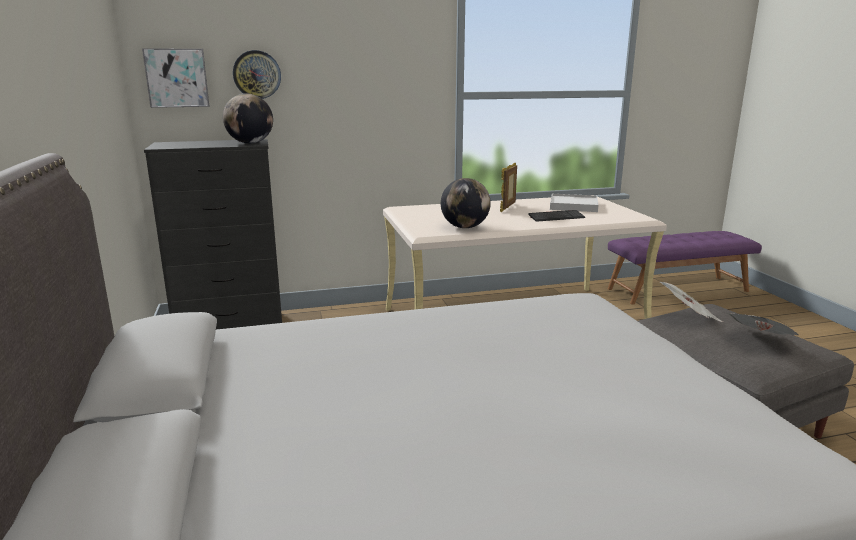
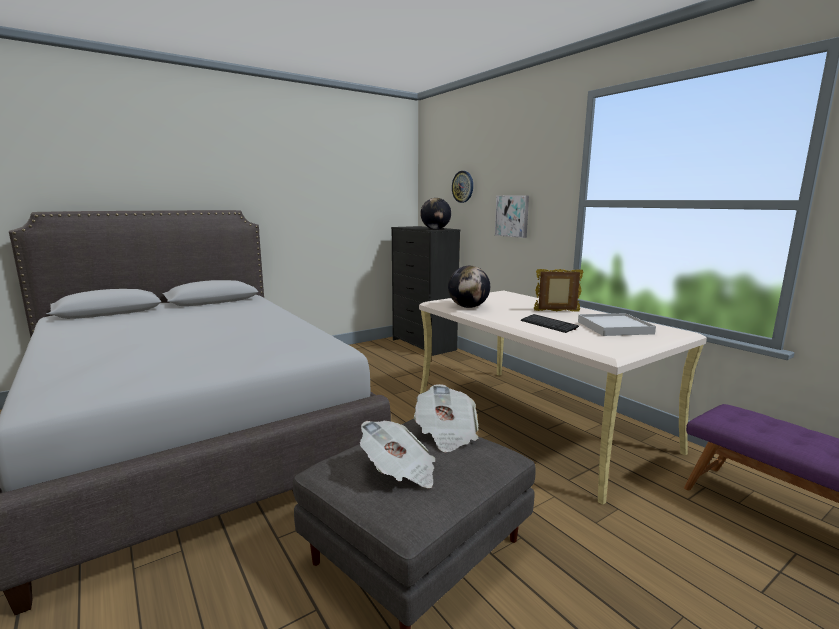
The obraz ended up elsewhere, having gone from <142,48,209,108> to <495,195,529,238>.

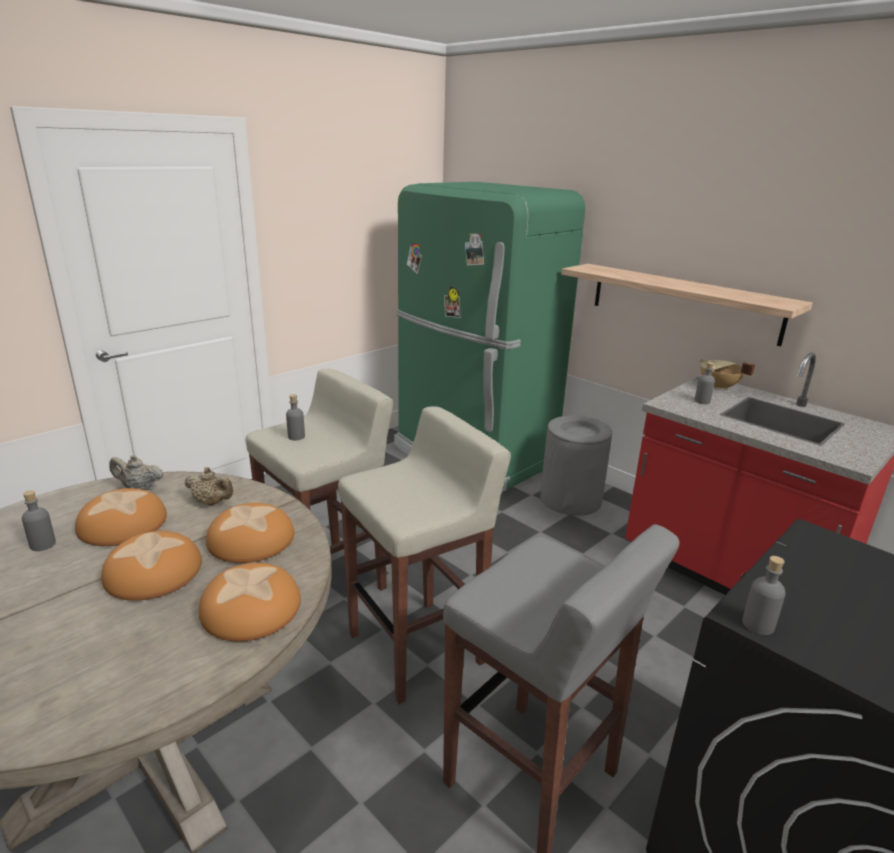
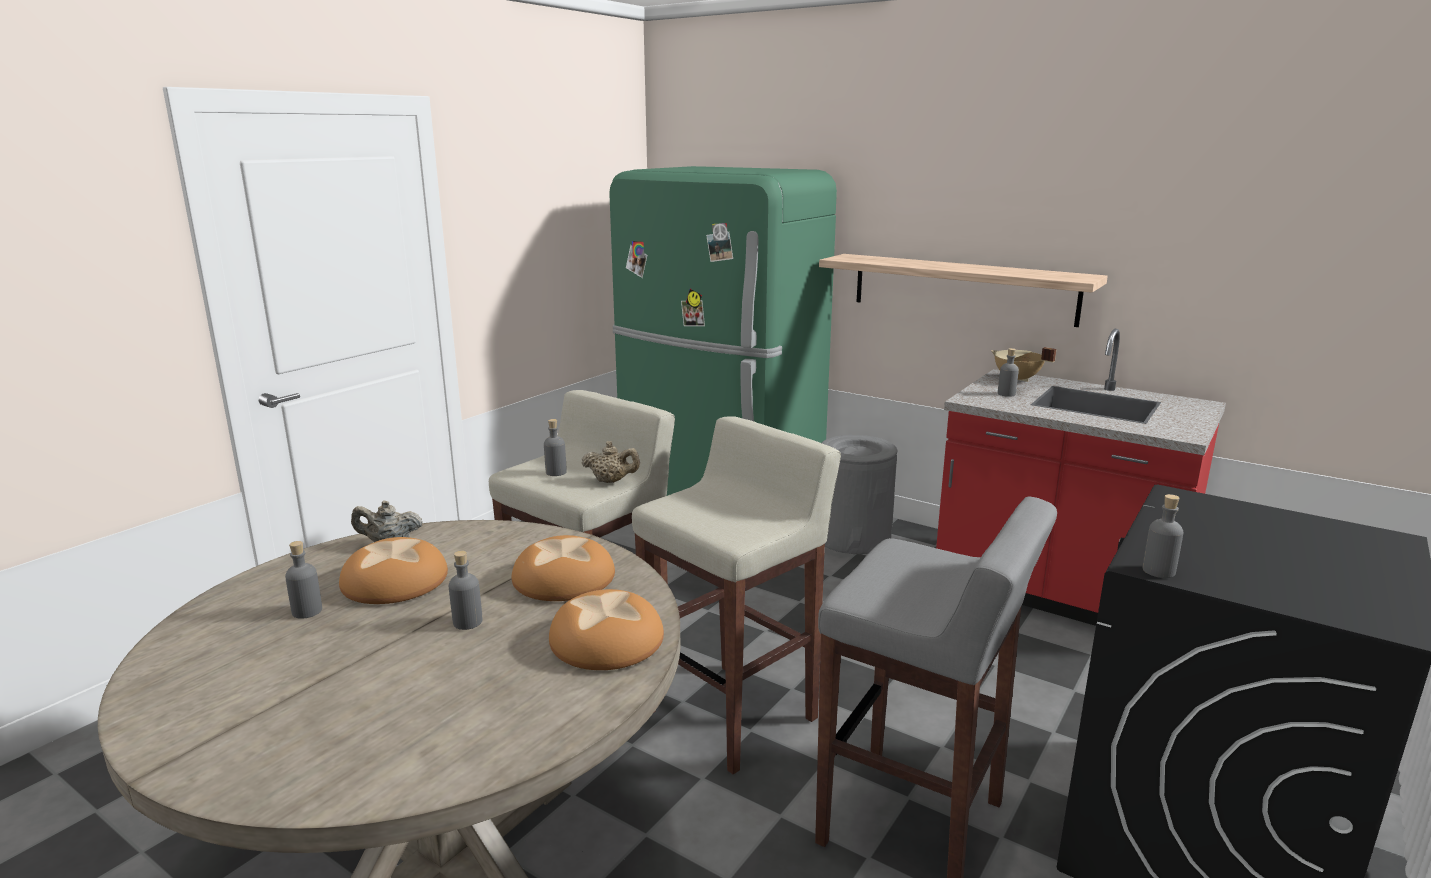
The imbryk/beżowy ended up elsewhere, having gone from <185,467,233,505> to <582,441,640,483>.
Where the chleb stood at <101,531,202,601>, the butelka/szary came to stand at <449,551,483,630>.

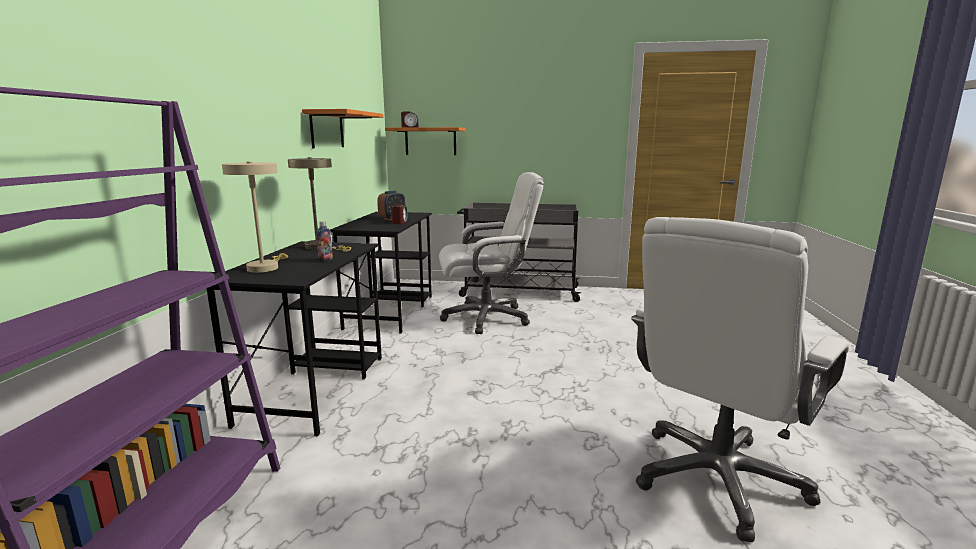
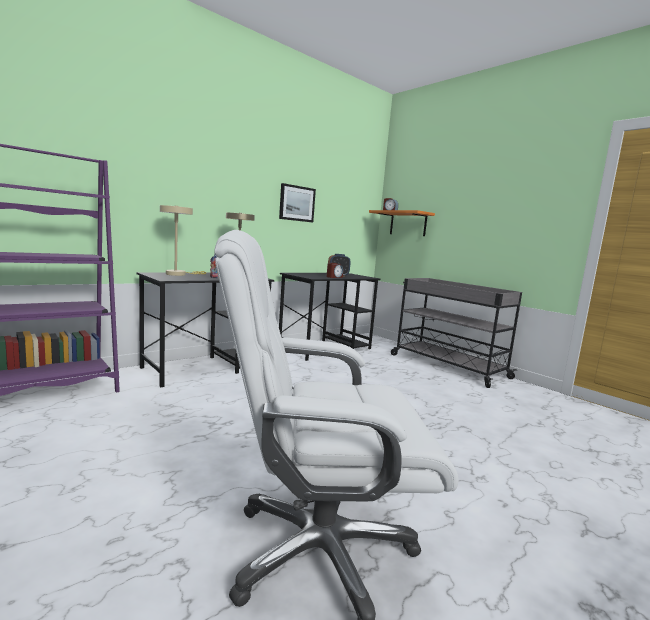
The second view lost the krzesło biurowe/biały at <439,172,544,334>.
Where the półka/pomarańczowy hung at <302,109,383,148>, the obraz came to hang at <279,183,316,222>.

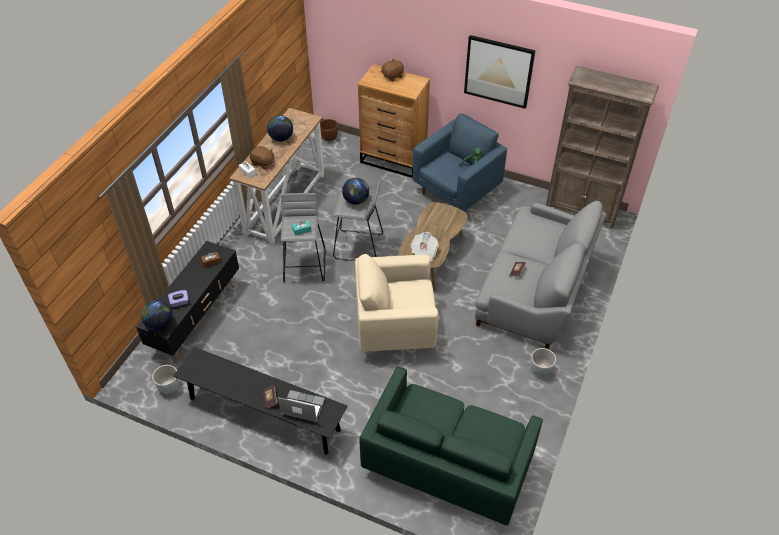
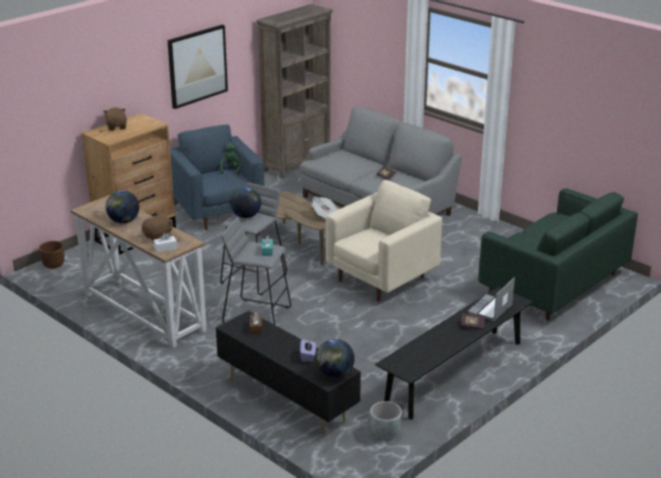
The second view lost the donica/szary at <531,348,556,377>.
The fotel/beżowy at <355,254,439,352> ended up facing another way, 150 degrees counterclockwise from before.

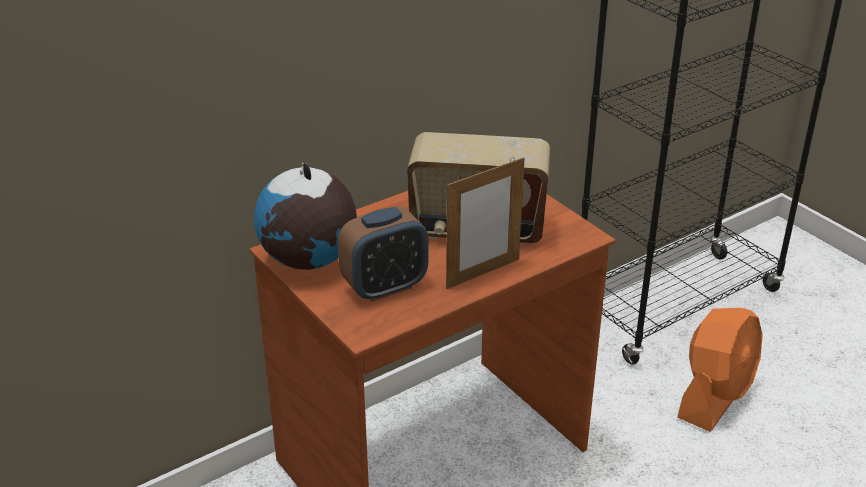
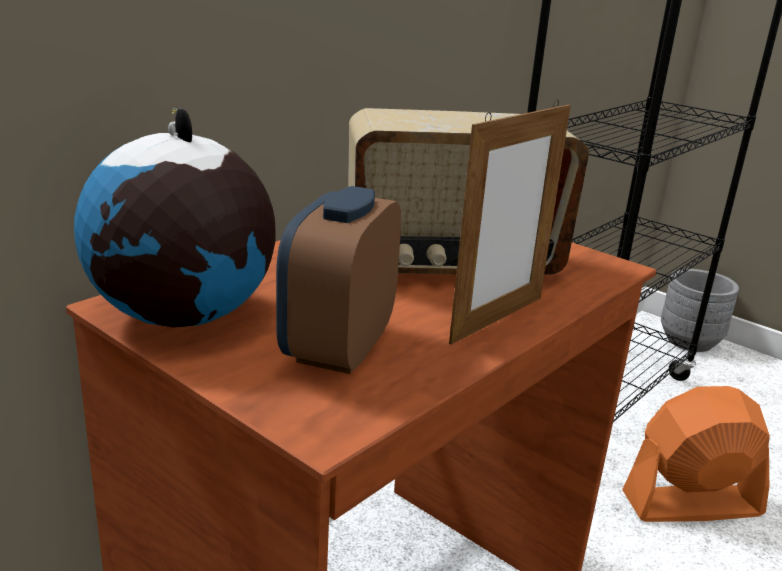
The second view gained the donica/szary at <661,269,739,352>.
The budzik at <338,206,428,302> ended up facing another way, 150 degrees clockwise from before.
The wentylator/pomarańczowy at <677,308,763,432> ended up facing another way, 120 degrees counterclockwise from before.

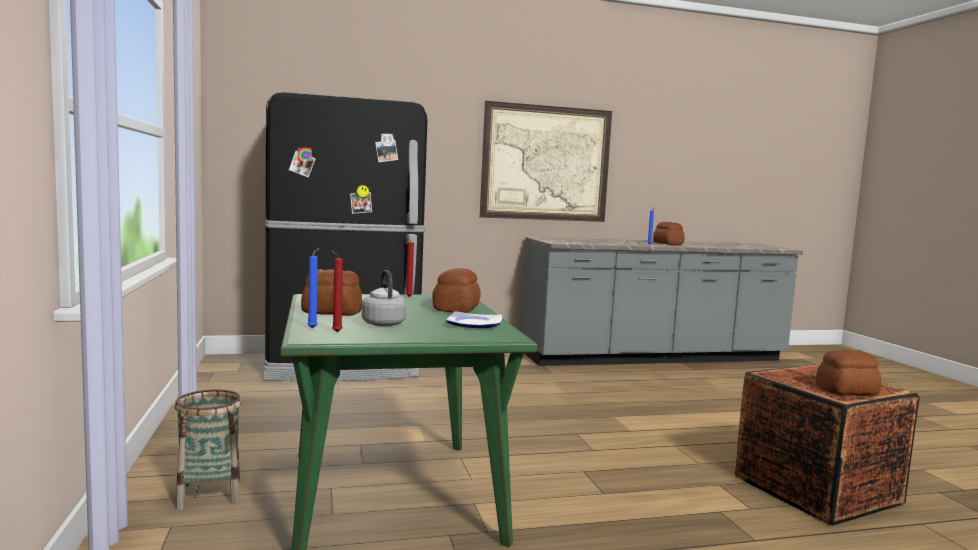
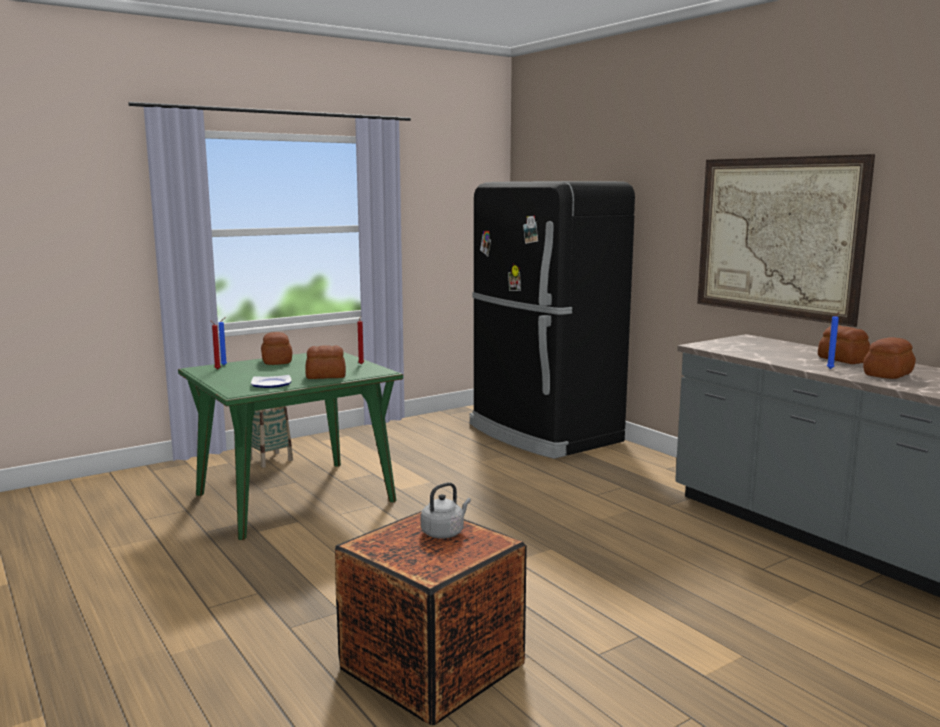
The czajnik/szary ended up elsewhere, having gone from <362,270,406,327> to <421,482,471,539>.
The chleb ended up elsewhere, having gone from <816,351,882,395> to <818,325,870,364>.

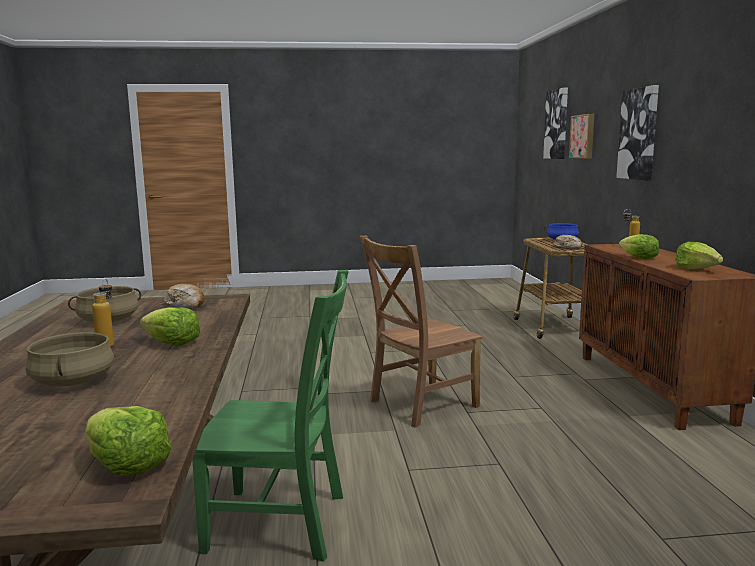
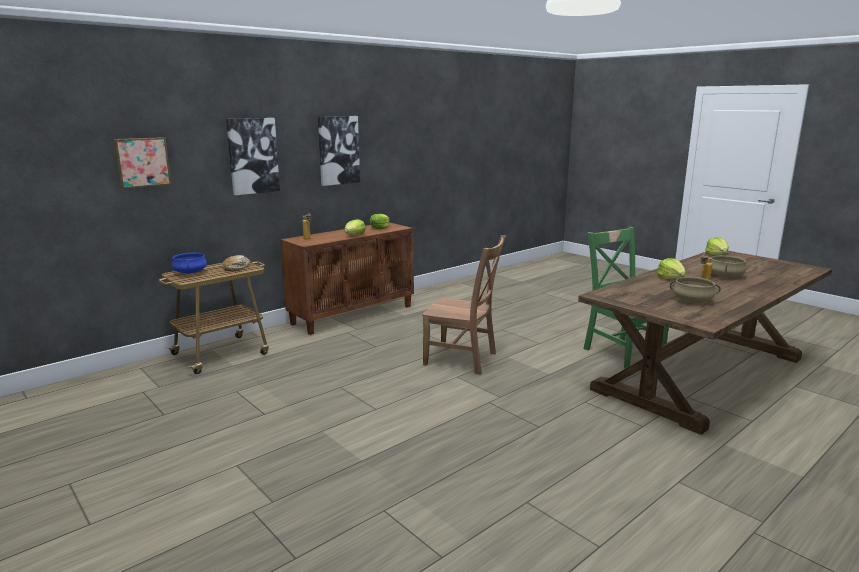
The second view lost the chleb at <164,284,205,309>.
The obraz ended up elsewhere, having gone from <543,87,568,159> to <318,116,360,186>.

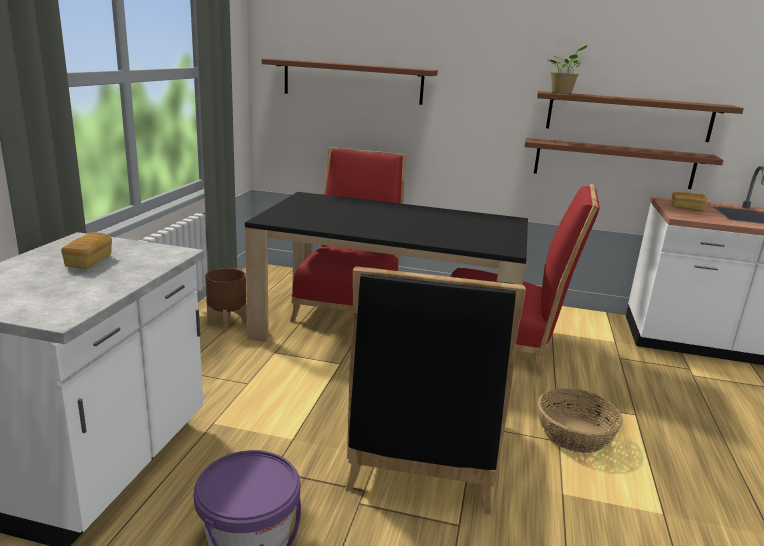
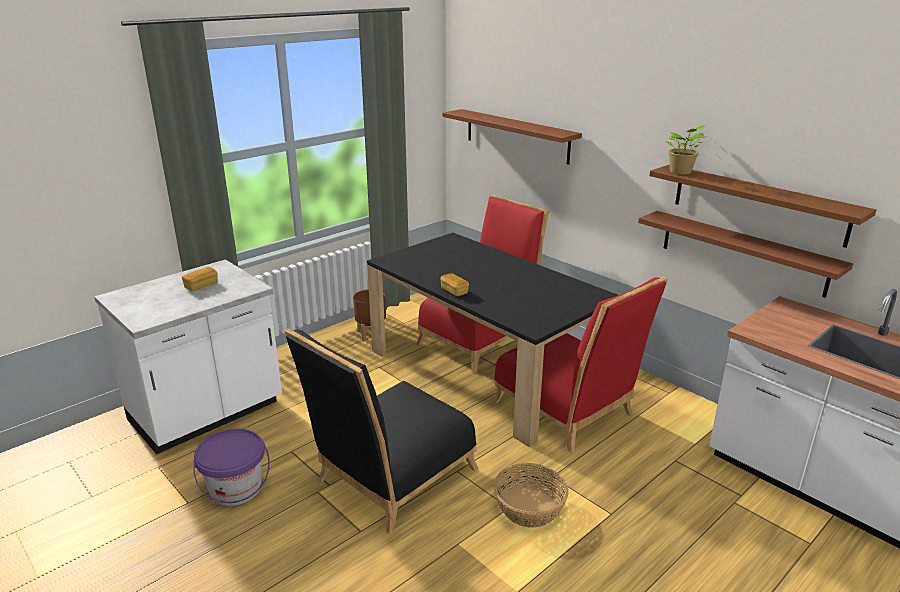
The chleb ended up elsewhere, having gone from <671,192,707,211> to <440,273,469,296>.

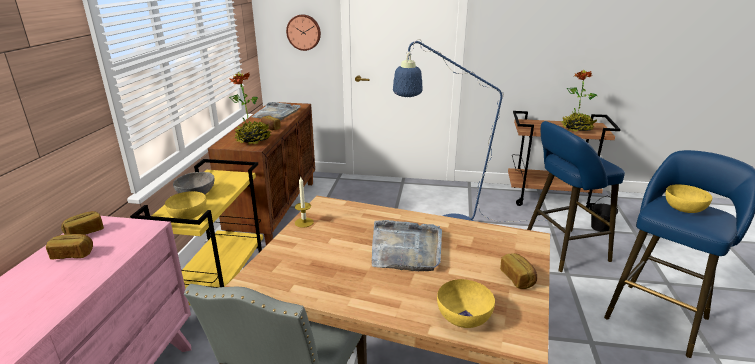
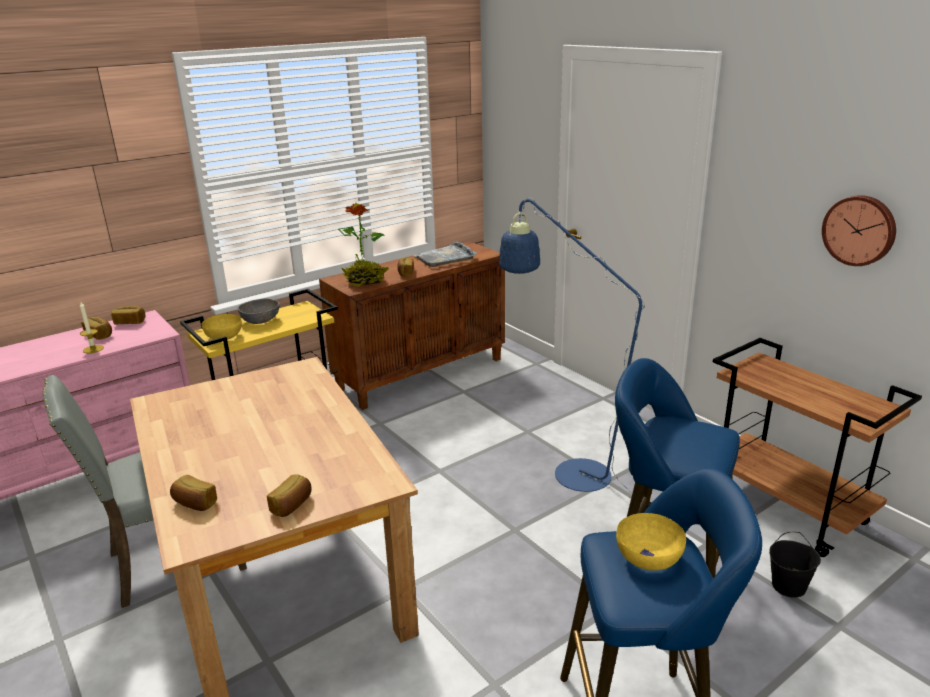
The second view lost the taca/szary at <372,220,442,271>.
The second view lost the roślina doniczkowa at <560,70,597,132>.
The zegar ścienny ended up elsewhere, having gone from <286,14,321,51> to <822,195,896,266>.
The świeca ended up elsewhere, having gone from <295,177,314,228> to <80,302,104,354>.
Where the miska/żółty stood at <437,279,495,328>, the chleb came to stand at <170,475,217,511>.

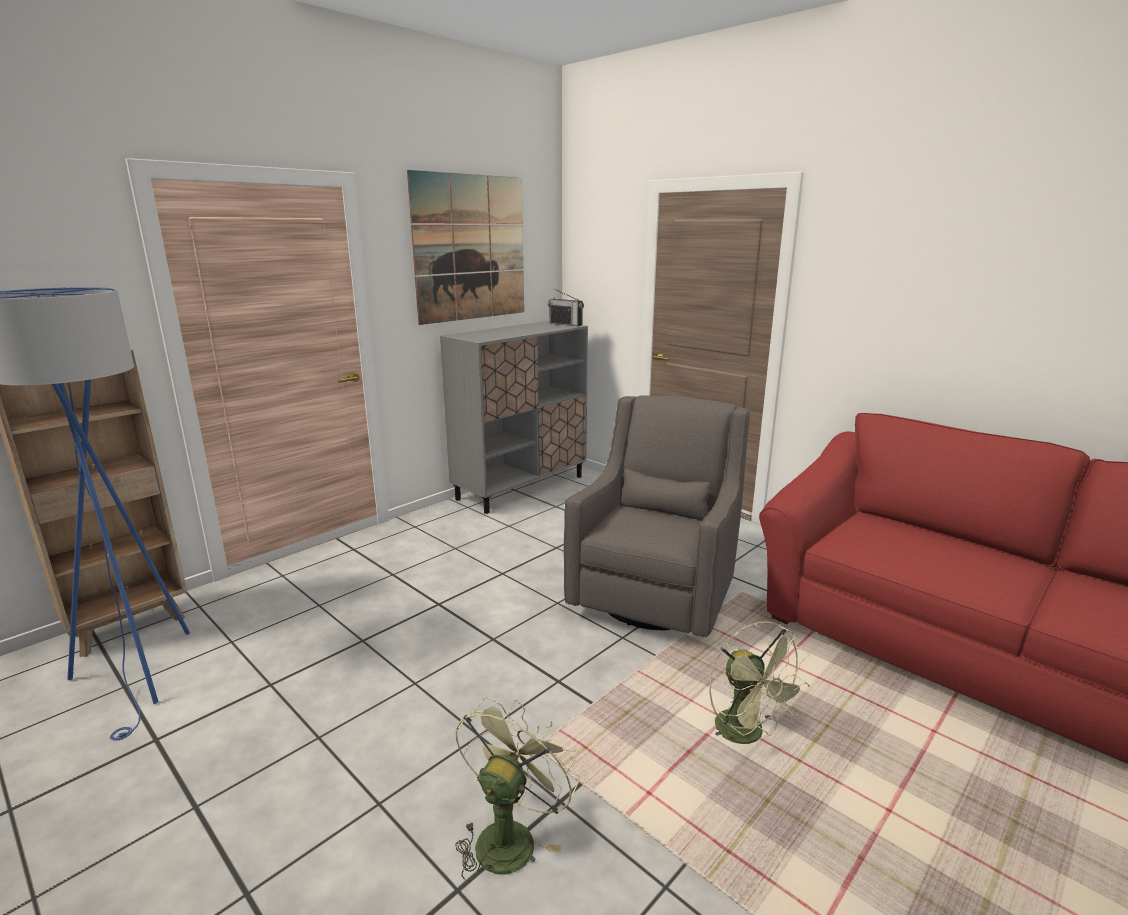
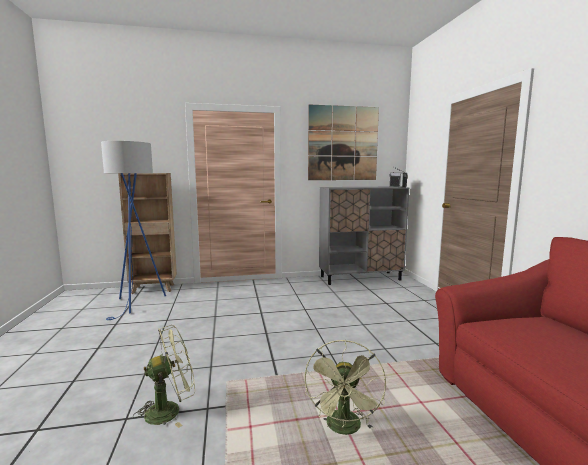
The second view lost the fotel/szary at <564,395,750,637>.

